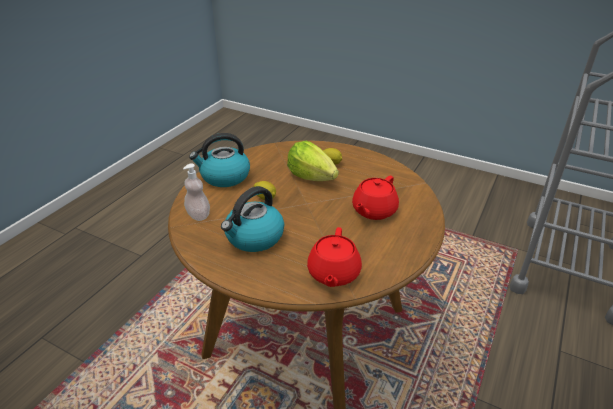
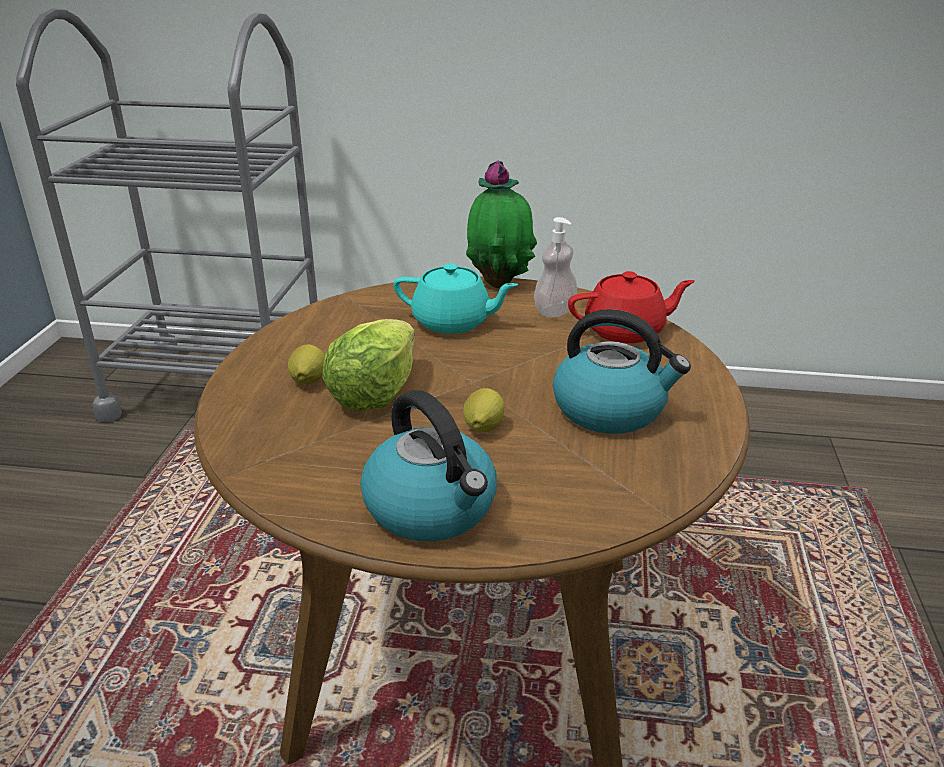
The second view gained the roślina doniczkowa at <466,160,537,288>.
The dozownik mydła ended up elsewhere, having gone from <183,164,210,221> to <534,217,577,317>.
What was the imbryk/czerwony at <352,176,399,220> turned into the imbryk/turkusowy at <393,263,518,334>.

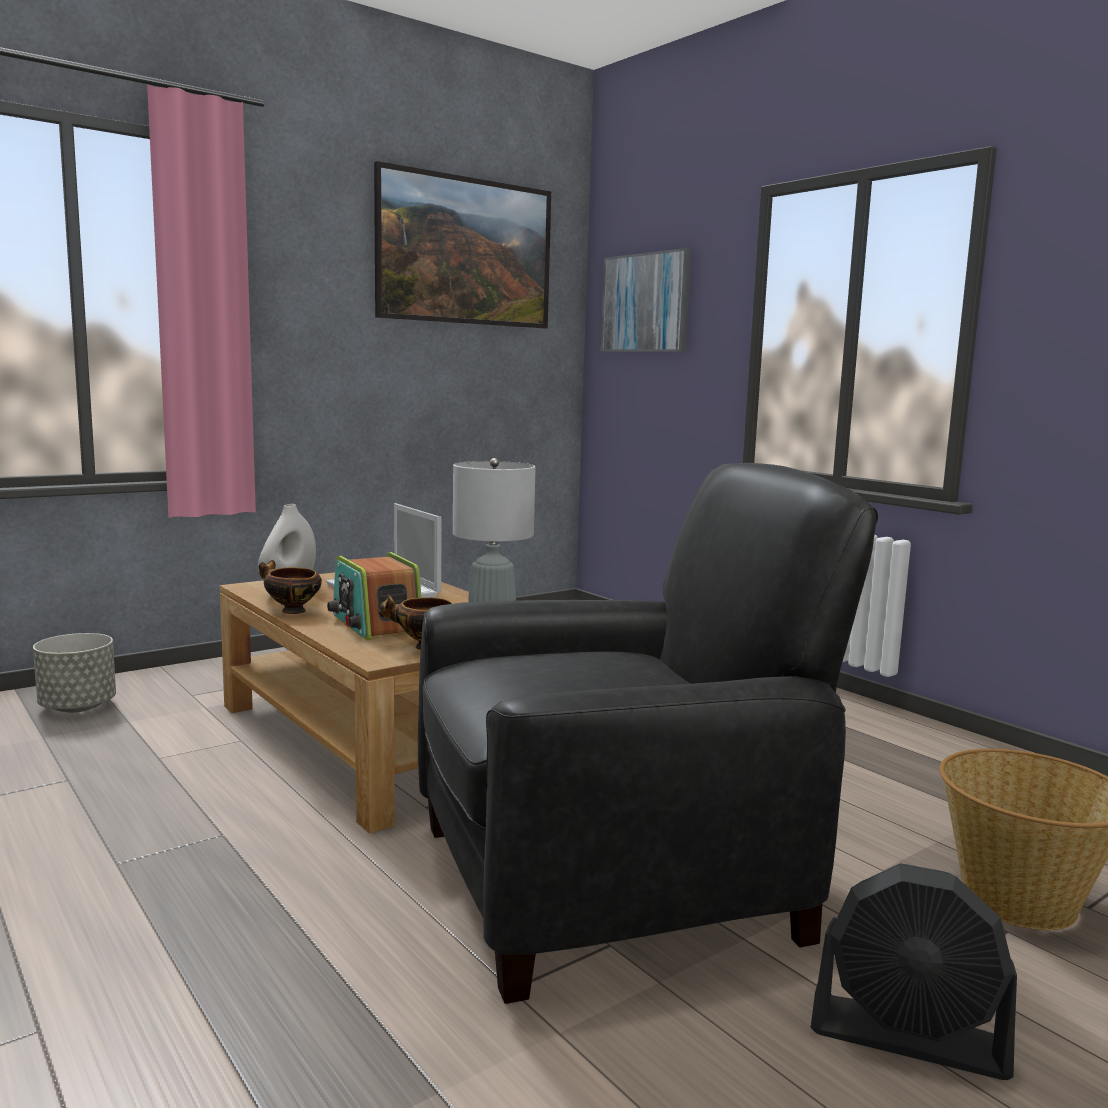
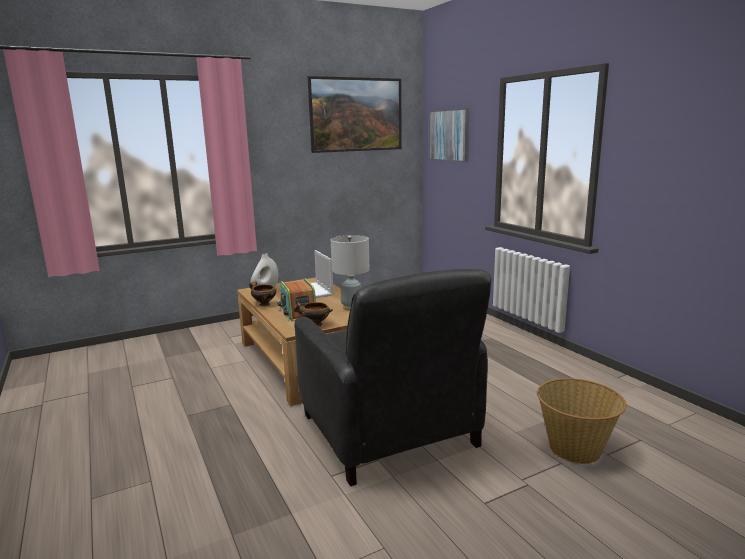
The second view lost the donica/szary at <33,633,116,713>.
The second view lost the wentylator/czarny at <811,863,1017,1080>.
The fotel/czarny at <418,463,878,1004> ended up facing another way, 75 degrees clockwise from before.

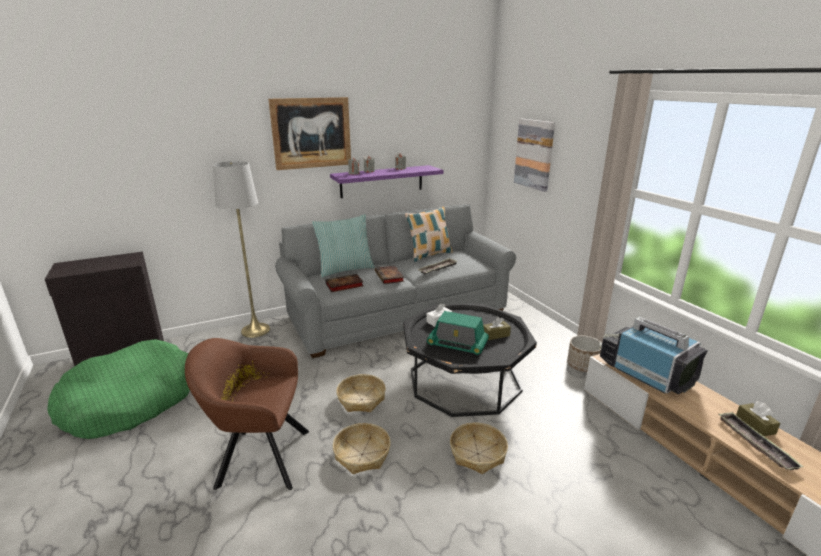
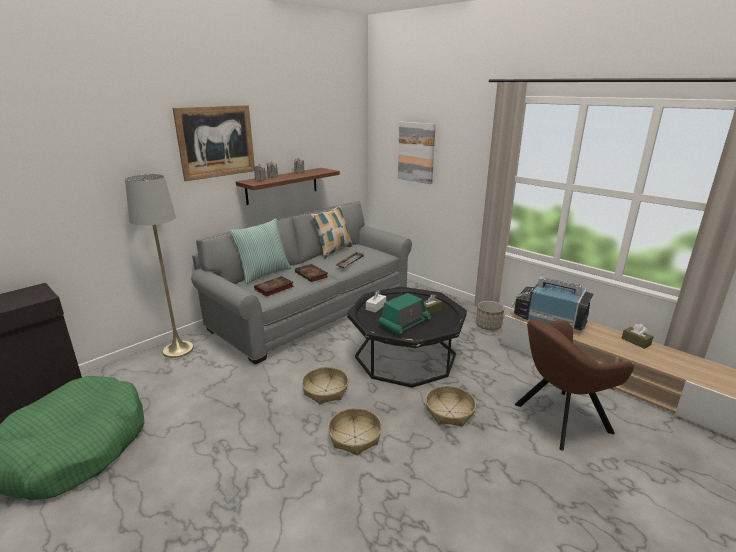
The second view lost the taca at <718,412,804,470>.
The fotel/brązowy ended up elsewhere, having gone from <185,338,309,490> to <515,319,634,451>.
What was the półka/fioletowy at <330,165,444,198> turned into the półka/brązowy at <236,168,340,205>.
The radio at <427,311,489,355> ended up facing another way, 45 degrees counterclockwise from before.

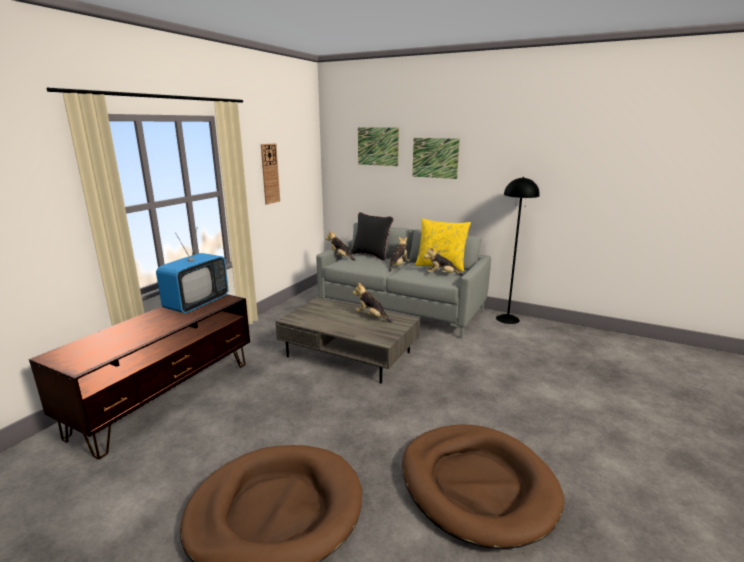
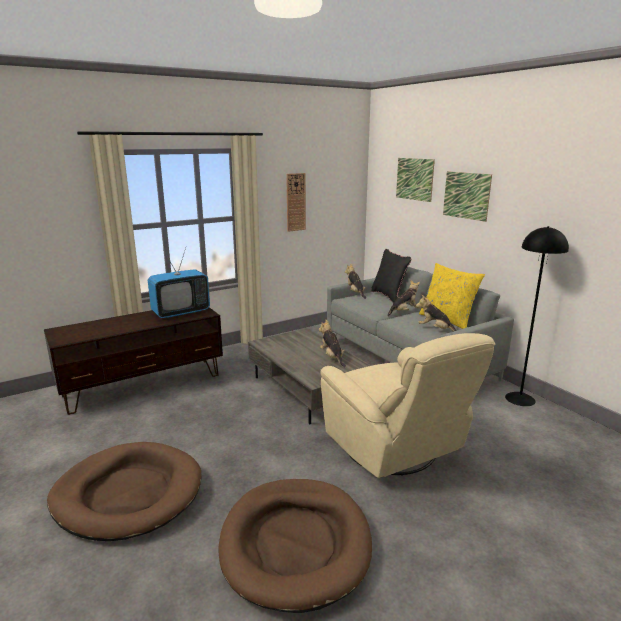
The second view gained the fotel/beżowy at <320,333,496,478>.

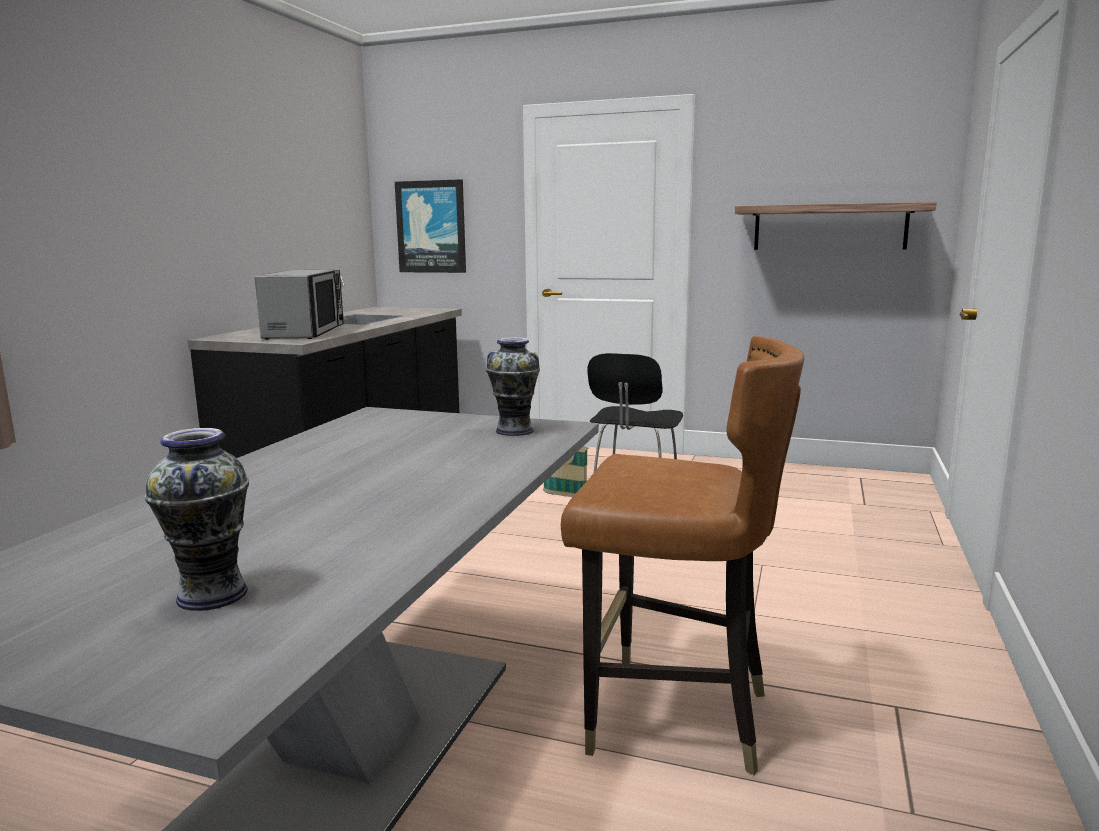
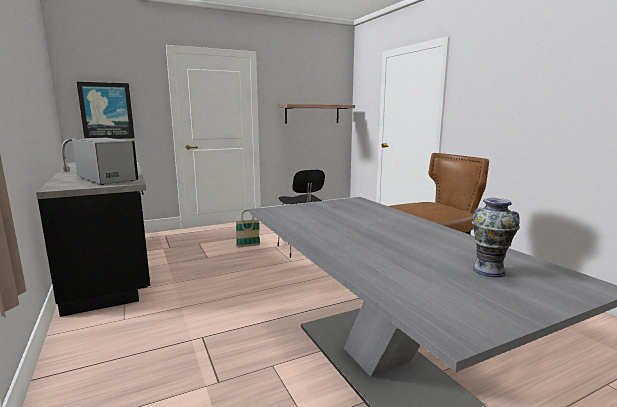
The second view lost the wazon at <486,337,540,436>.

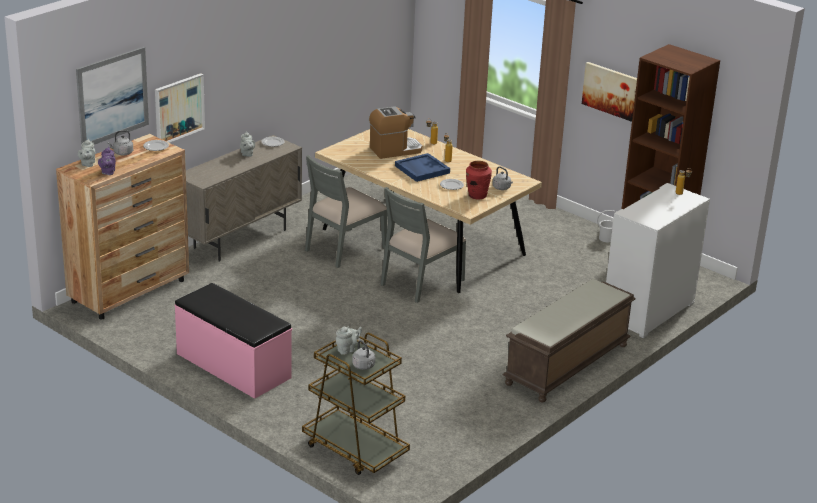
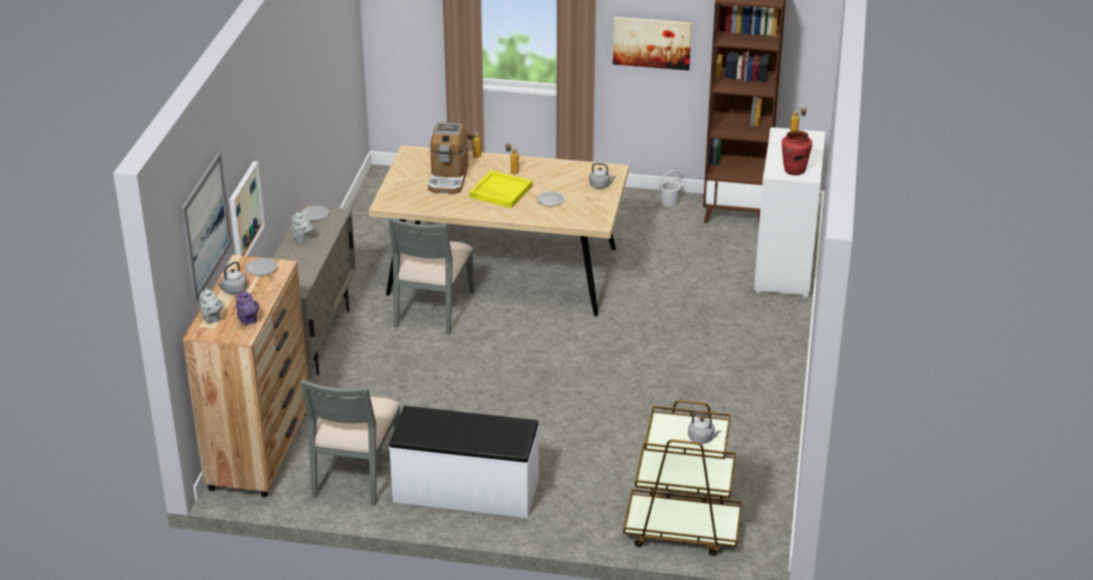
The second view lost the imbryk/szary at <336,327,362,355>.
The second view lost the ławka/brązowy at <503,279,636,403>.
The krzesło/szary ended up elsewhere, having gone from <380,187,466,303> to <301,380,401,506>.
The wazon/czerwony ended up elsewhere, having gone from <466,161,492,199> to <782,130,812,175>.
What was the ławka/różowy at <175,283,292,399> turned into the ławka/biały at <389,406,539,518>.
What was the taca/niebieski at <395,153,450,182> turned into the taca/żółty at <469,171,533,208>.
The ekspres do kawy at <369,106,422,159> ended up facing another way, 150 degrees clockwise from before.

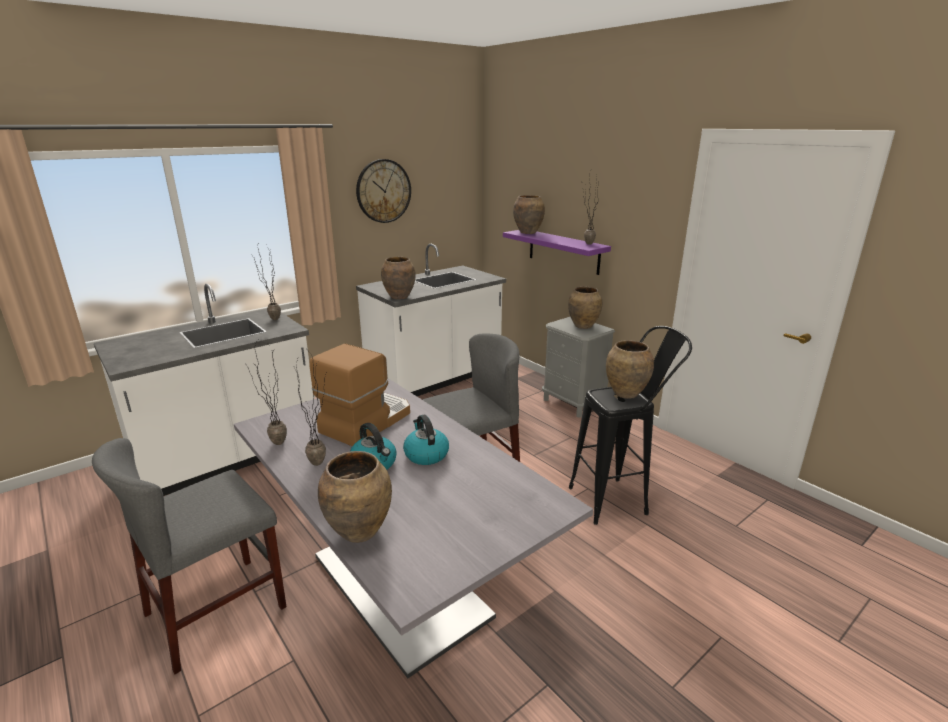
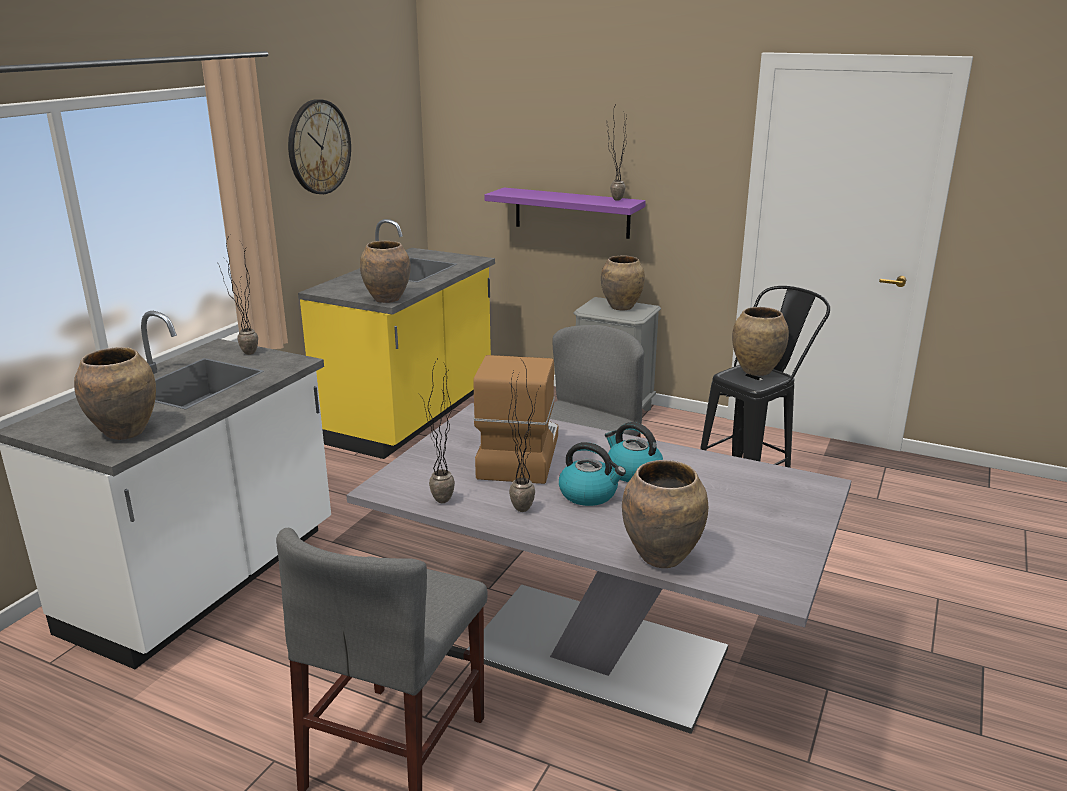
The wazon/brązowy ended up elsewhere, having gone from <513,195,545,234> to <74,347,156,440>.
What was the zabudowa kuchenna/biały at <356,244,506,396> turned into the zabudowa kuchenna/żółty at <298,219,495,459>.

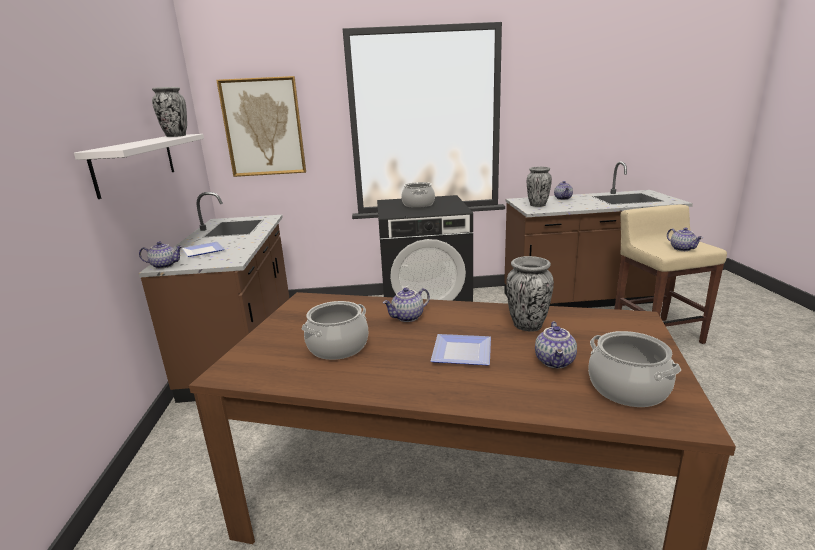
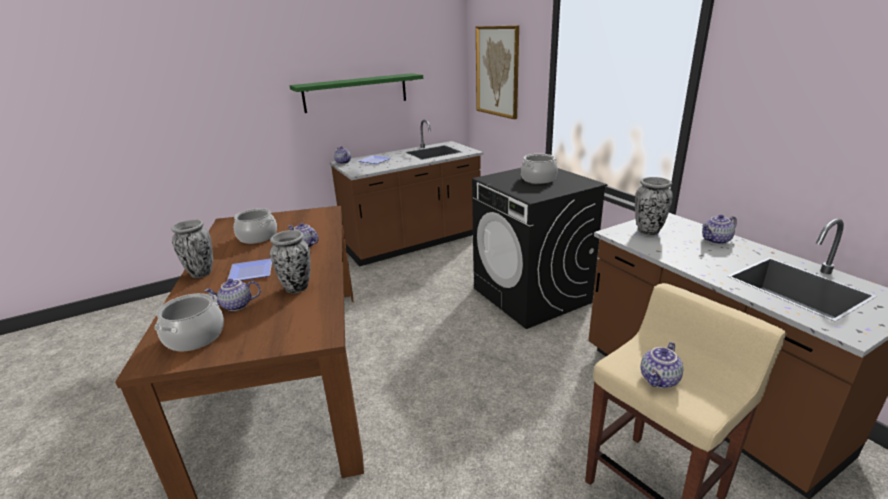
The wazon ended up elsewhere, having gone from <152,87,187,137> to <171,219,213,278>.
What was the półka/biały at <74,134,204,199> turned into the półka/zielony at <290,73,423,113>.

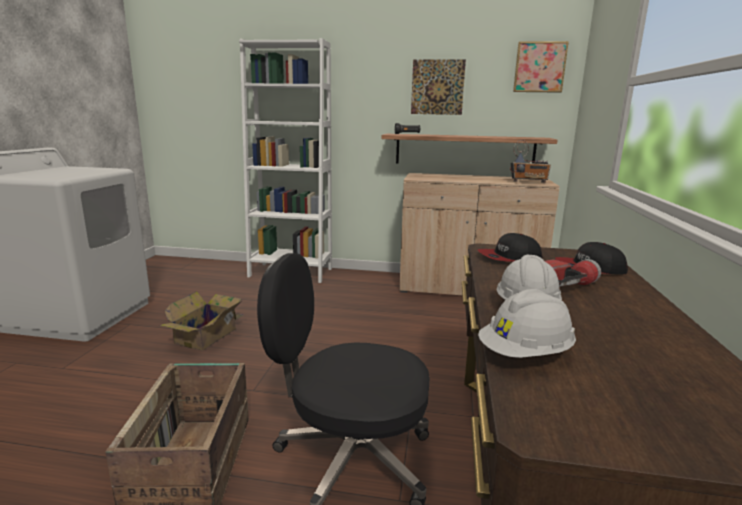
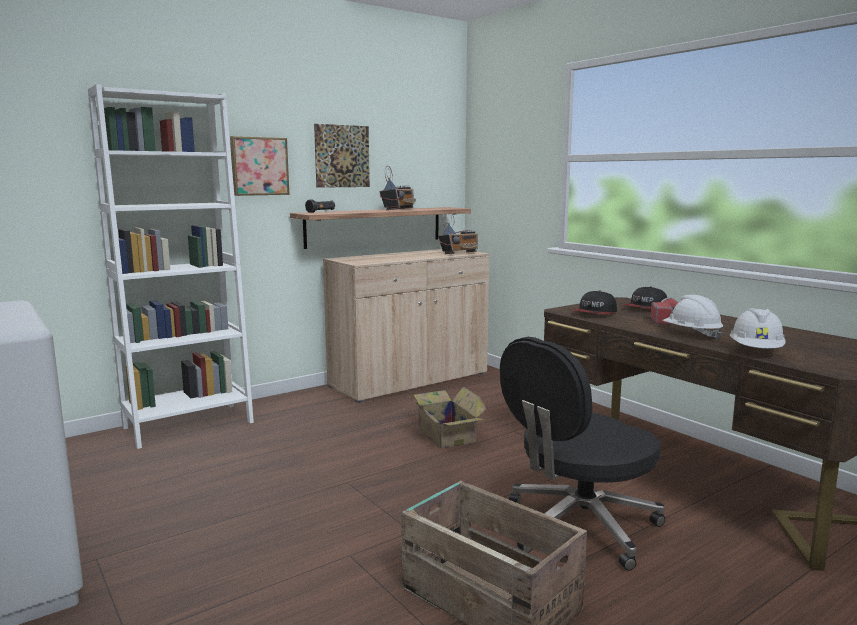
The second view gained the radio at <379,166,416,210>.
The karton ended up elsewhere, having gone from <160,291,243,351> to <407,387,487,448>.
The obraz ended up elsewhere, having gone from <513,41,569,93> to <230,136,289,196>.

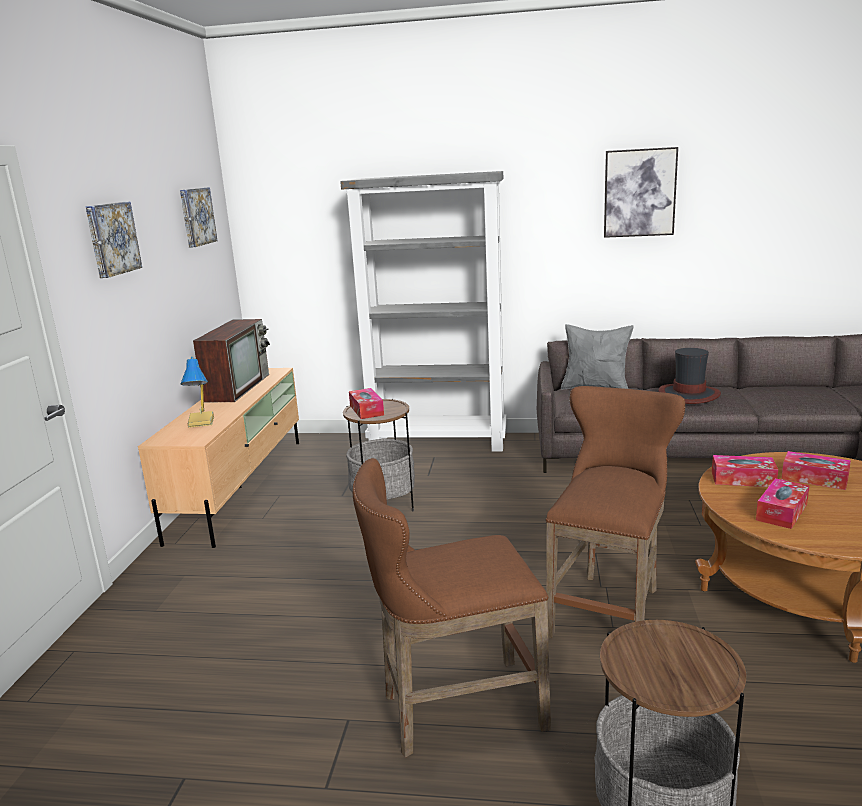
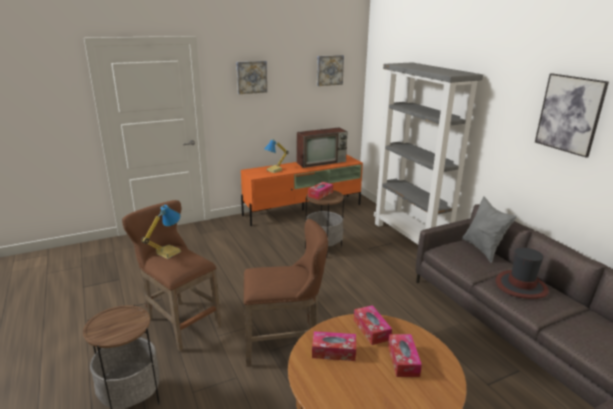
The second view gained the lampa stołowa at <141,205,181,259>.
What was the szafka pod telewizor/beżowy at <138,368,299,548> turned into the szafka pod telewizor/pomarańczowy at <241,155,363,226>.

